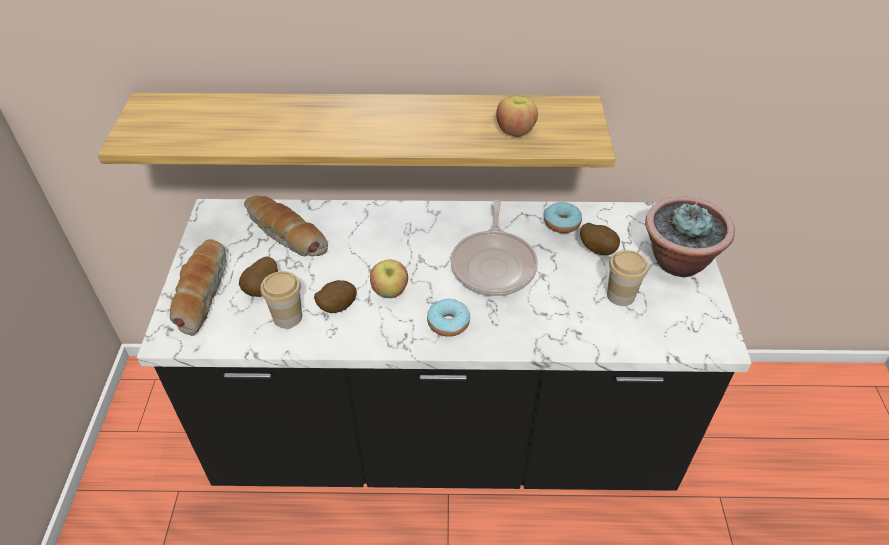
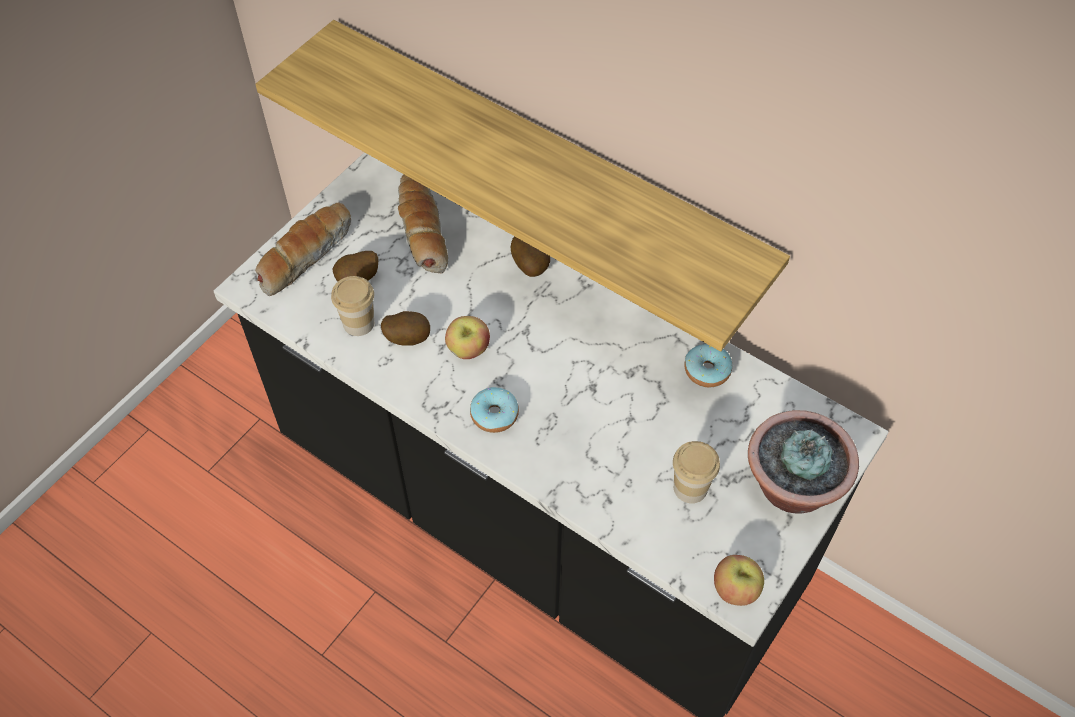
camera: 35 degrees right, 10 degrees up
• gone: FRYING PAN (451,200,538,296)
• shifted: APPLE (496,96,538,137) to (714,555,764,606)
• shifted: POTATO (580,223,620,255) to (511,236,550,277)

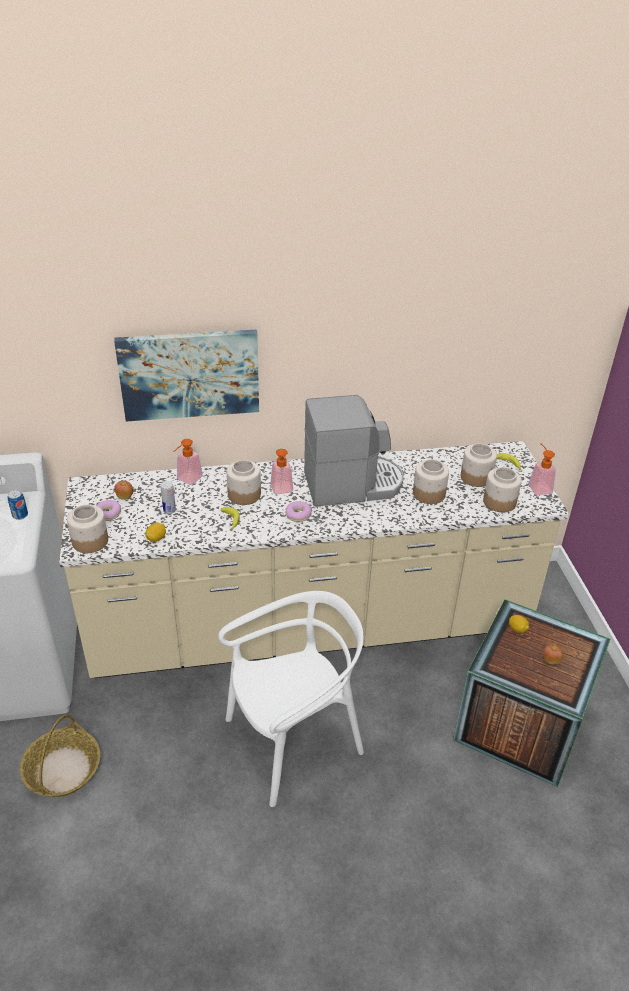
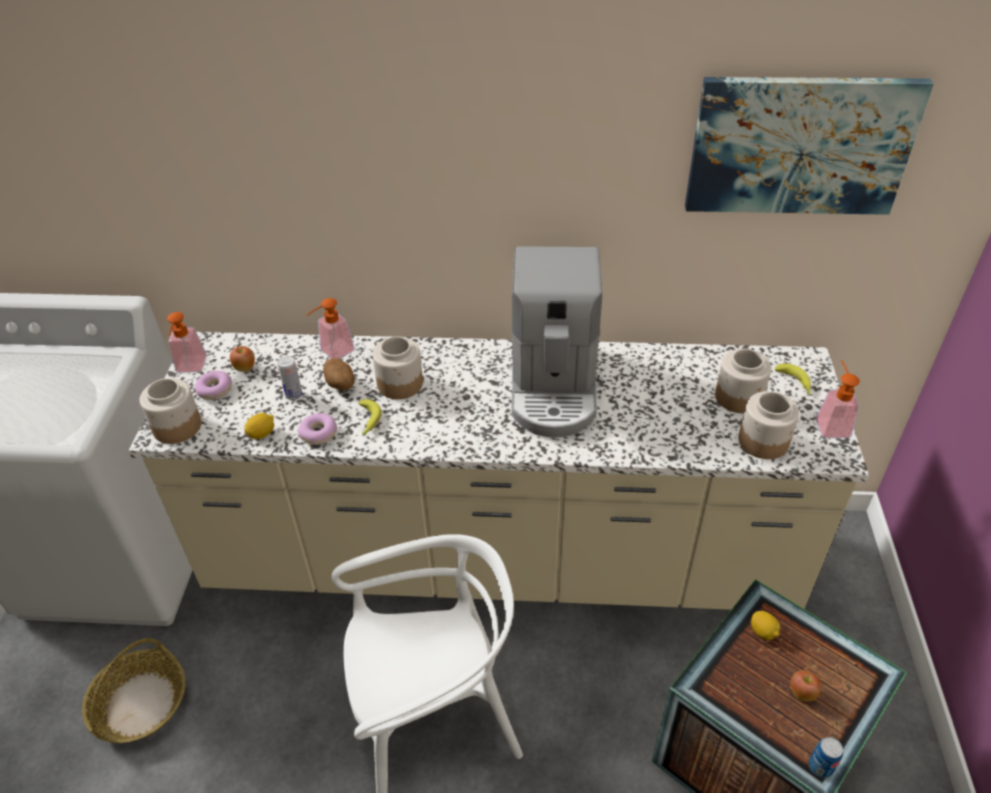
camera: 15 degrees right, 5 degrees up
• gone: JAR (413,459,449,504)
• new: POTATO (323,358,355,391)
• shifted: CAN (8,490,28,520) to (809,737,843,778)
• shifted: PICTURE (114,330,259,422) to (685,77,934,215)
• shifted: SOAP DISPENSER (270,449,293,495) to (167,312,207,373)
• shifted: DONUT (285,501,312,522) to (298,413,337,445)
• rotated: COFFEE MACHINE (304,395,403,507) = (511,246,602,438) 90 degrees clockwise

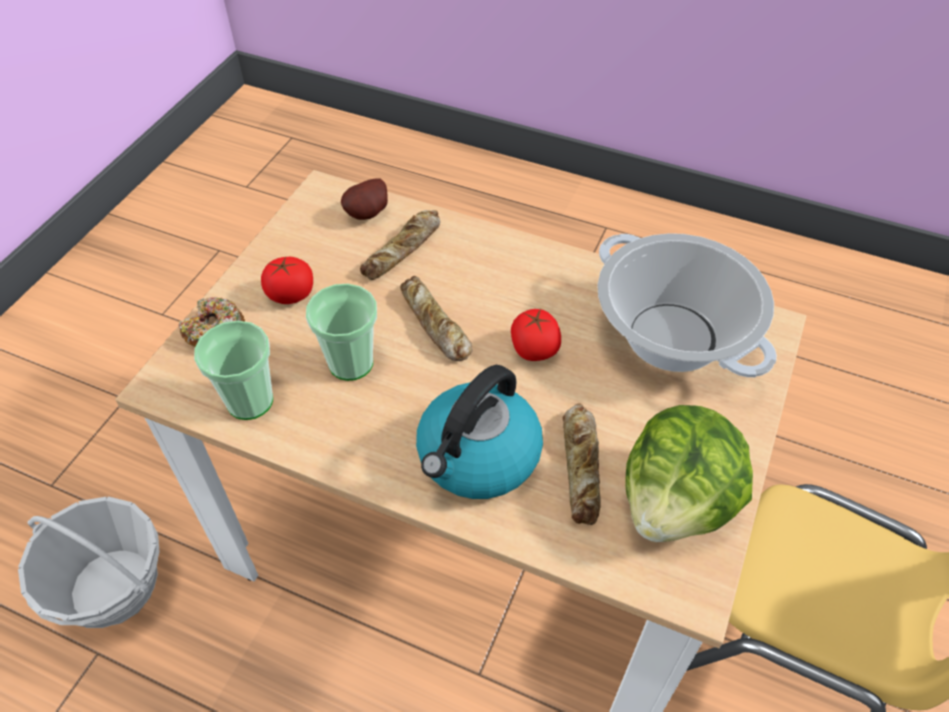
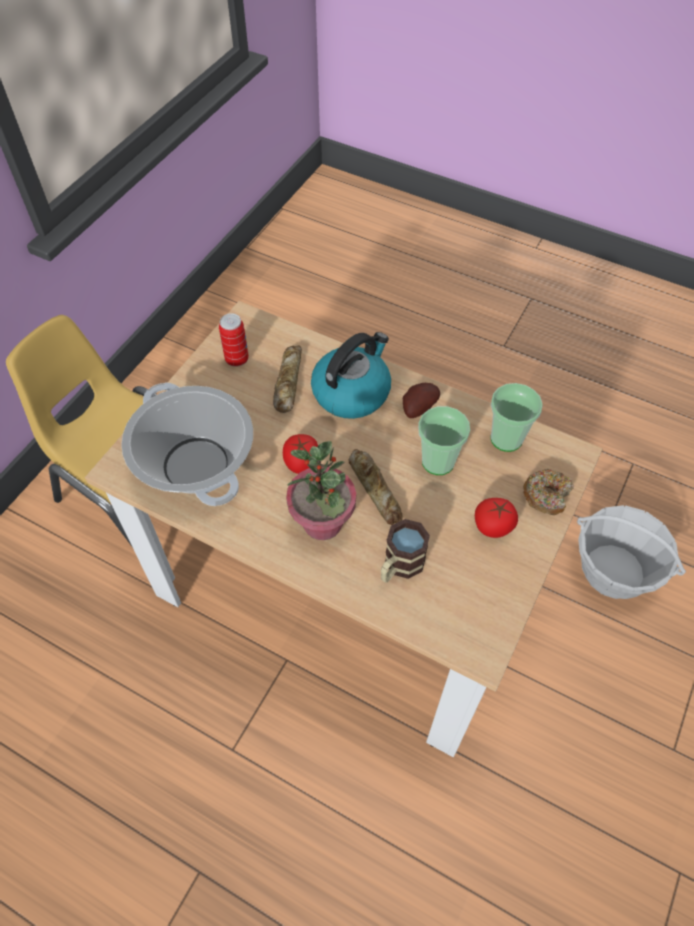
camera: 175 degrees left, 5 degrees up
• new: POTTED PLANT (286,441,356,540)
• shifted: POTATO (341,178,388,220) to (403,383,440,418)
• swapped: BREAD (360,210,440,280) to MUG (381,519,430,583)
• swapped: LETTUCE (625,405,753,542) to CAN (219,313,249,367)

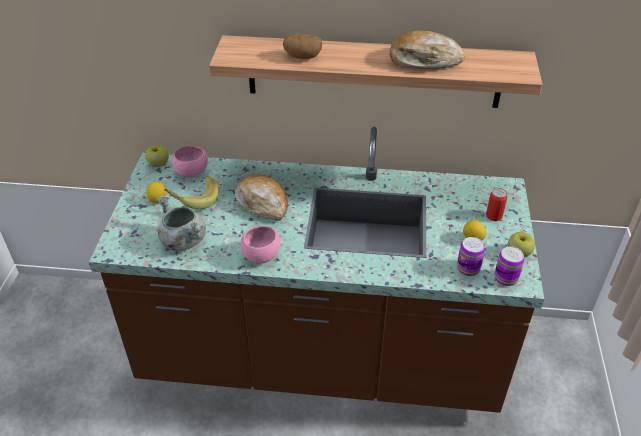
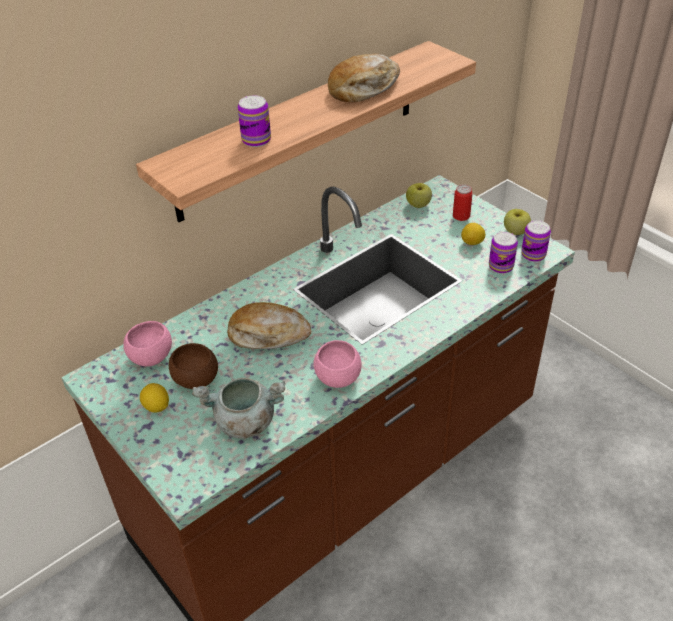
camera: 45 degrees left, 0 degrees up
• shifted: APPLE (146,145,169,167) to (406,183,432,208)
• swapped: BANANA (164,176,219,209) to BROWN BOWL (169,343,218,389)
• swapped: POTATO (283,34,322,59) to CAN (238,95,271,147)

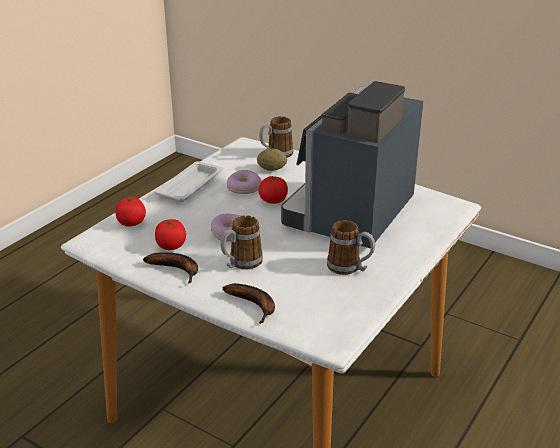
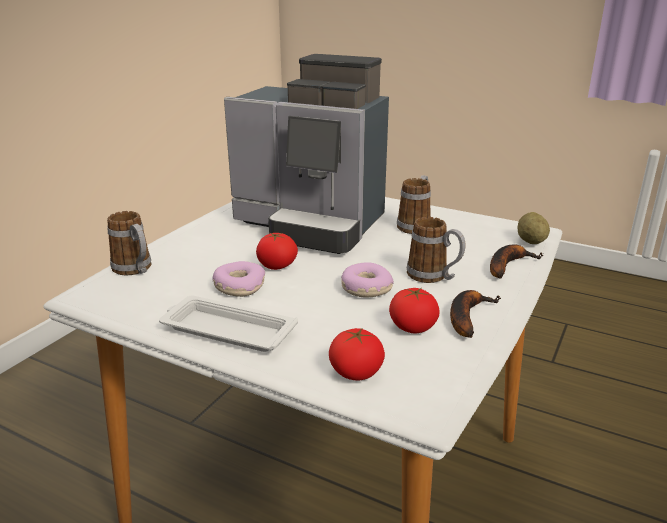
camera: 95 degrees left, 5 degrees down
• shifted: POTATO (257,149,287,171) to (517,212,550,244)

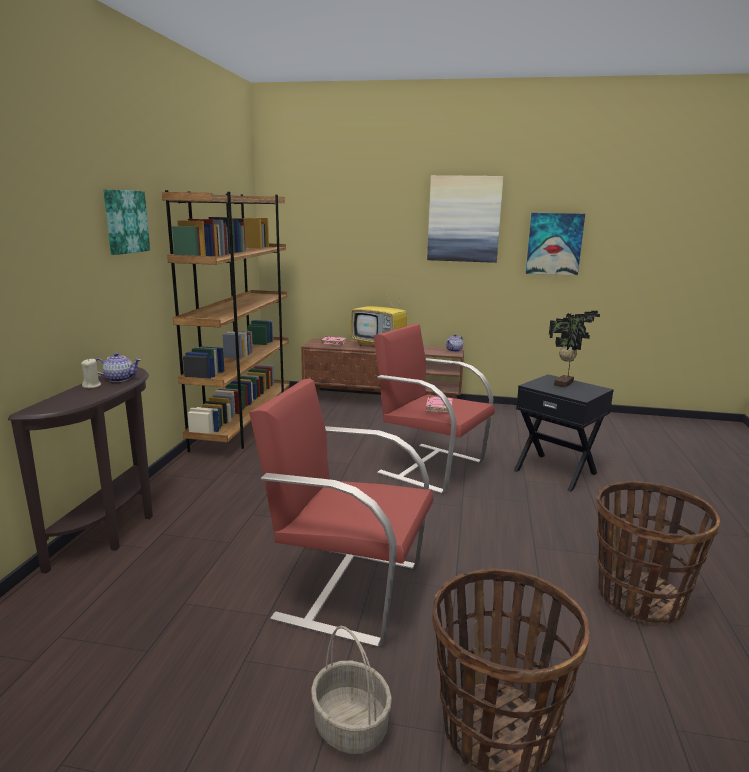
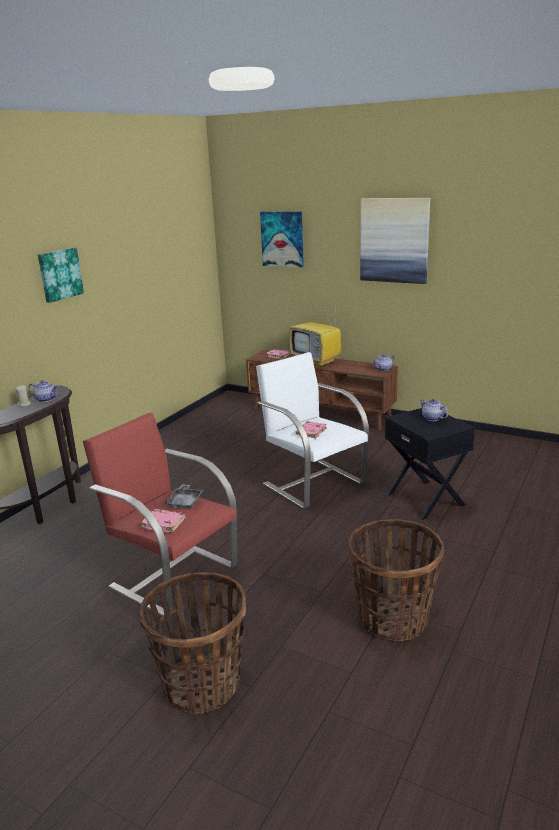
camera: 20 degrees right, 5 degrees up
• gone: BROWN BOOKCASE (162,190,290,452)
• gone: BASKET (311,626,392,754)
• new: PINK BOOK (141,509,185,533)
• new: GREY TRAY (164,484,203,510)
• shifted: PICTURE (526,213,585,276) to (260,211,304,268)
• swapped: POTTED PLANT (549,311,600,387) to TEAPOT (419,399,448,421)
• repainted: RED ARMCHAIR (374,323,495,494) to WHITE ARMCHAIR (256,352,369,509)

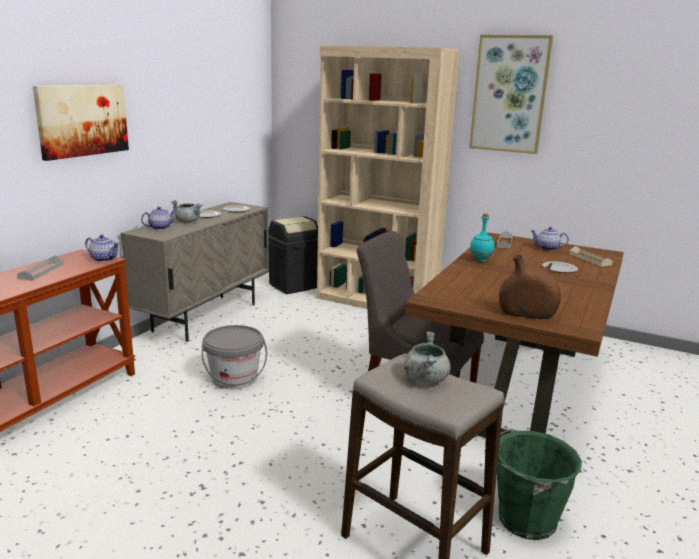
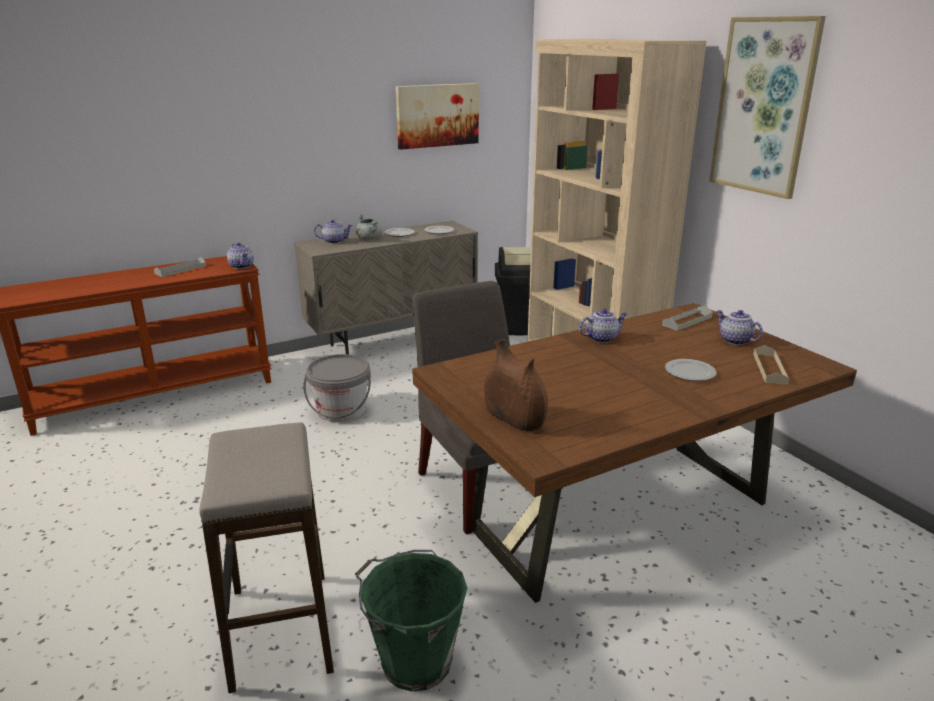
camera: 35 degrees right, 5 degrees up
• gone: GREY COOKING POT (404,331,450,383)
• shifted: PICTURE (33,85,129,161) to (396,83,479,150)
• swapped: TURQUOISE BOTTLE (470,213,494,262) to TEAPOT (579,308,627,343)

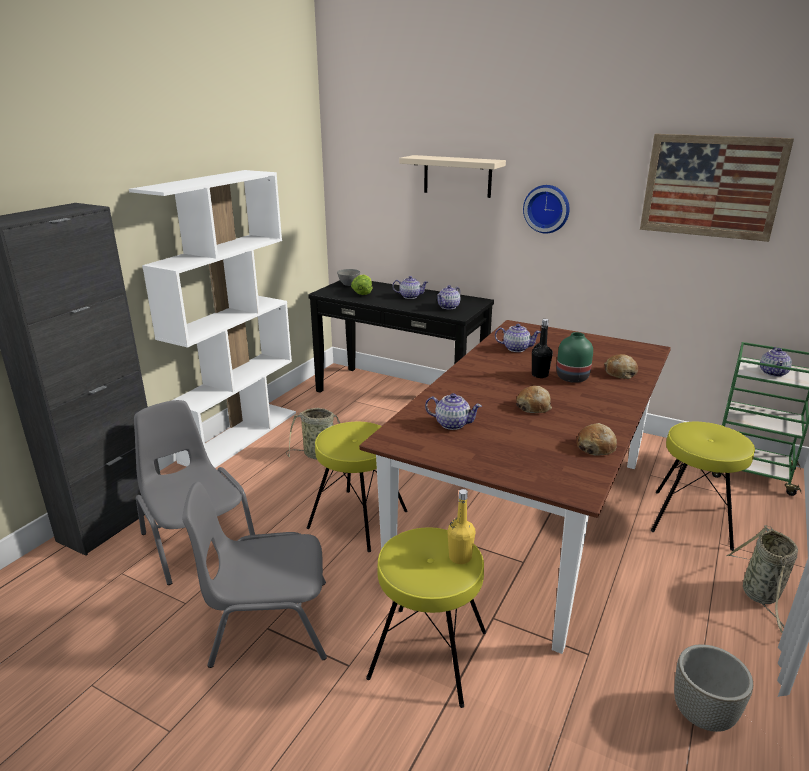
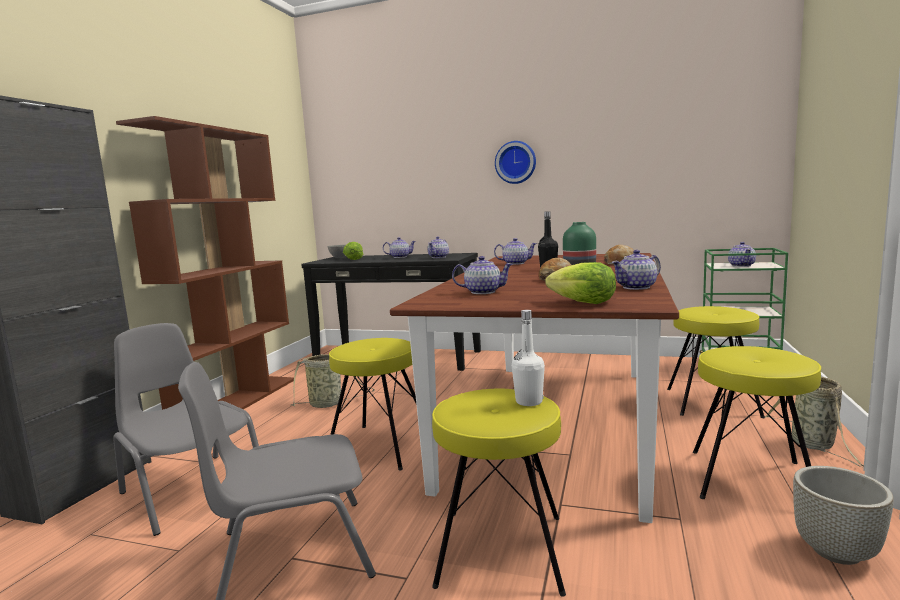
camera: 10 degrees left, 15 degrees down
• gone: BEIGE SHELF (399,155,506,198)
• gone: PICTURE (640,134,794,242)
• new: LETTUCE (545,262,616,304)
• new: YELLOW STOOL (693,346,821,499)
• swapped: BREAD (576,423,617,455) to TEAPOT (611,250,661,290)
• repainted: WHITE BOOKCASE (129,170,296,468) to BROWN BOOKCASE (116,116,294,410)
• repainted: YELLOW BOTTLE (447,489,475,564) to WHITE BOTTLE (512,310,545,406)

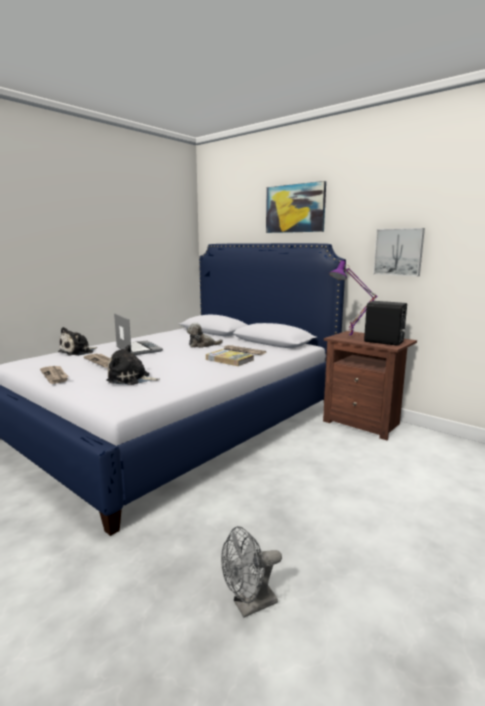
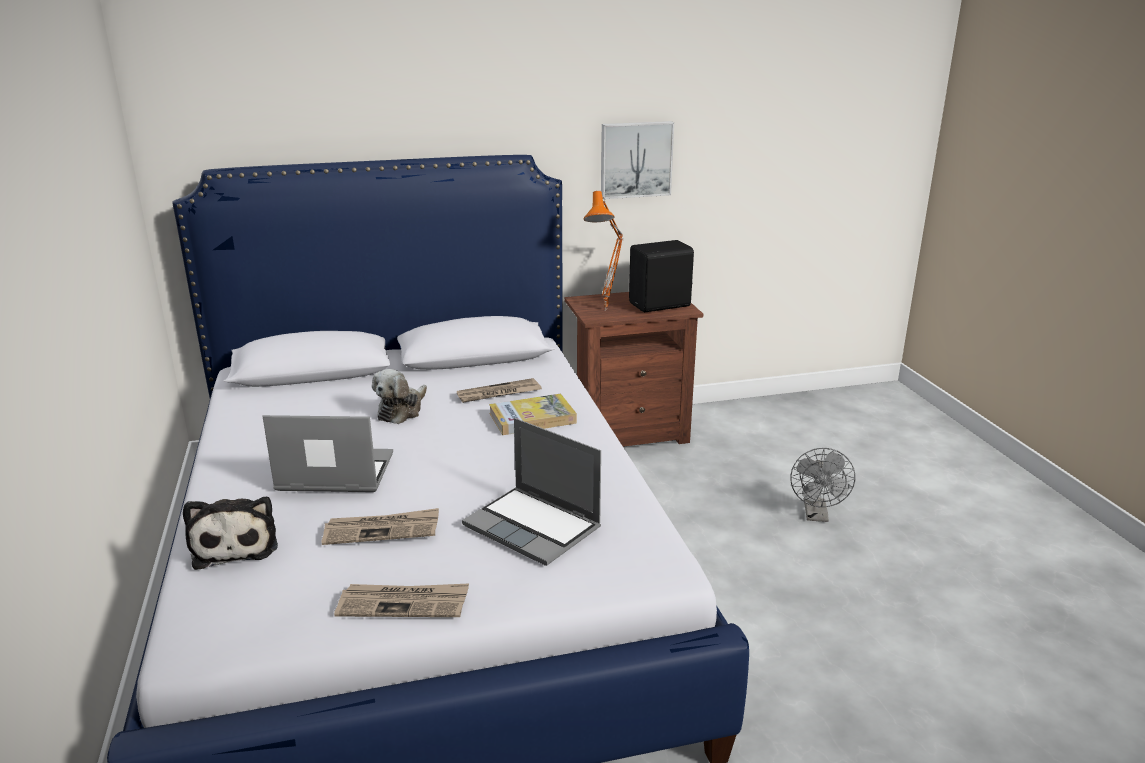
camera: 55 degrees left, 10 degrees up
• gone: PICTURE (266,181,326,233)
• shifted: GREY FAN (221,526,282,617) to (790,448,855,522)
• swapped: PLUSH TOY (106,345,160,385) to LAPTOP (462,418,601,566)
• repainted: PURPLE TABLE LAMP (329,260,377,335) to ORANGE TABLE LAMP (584,191,624,311)

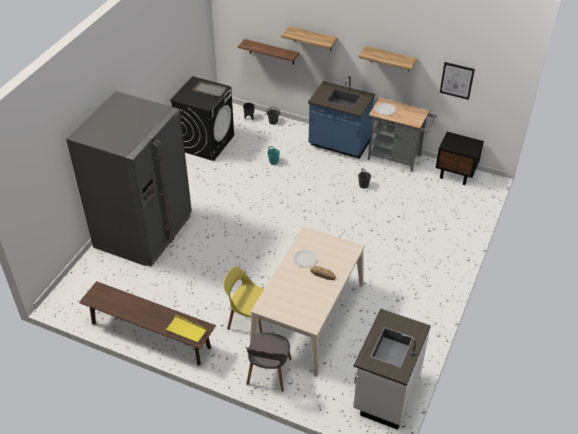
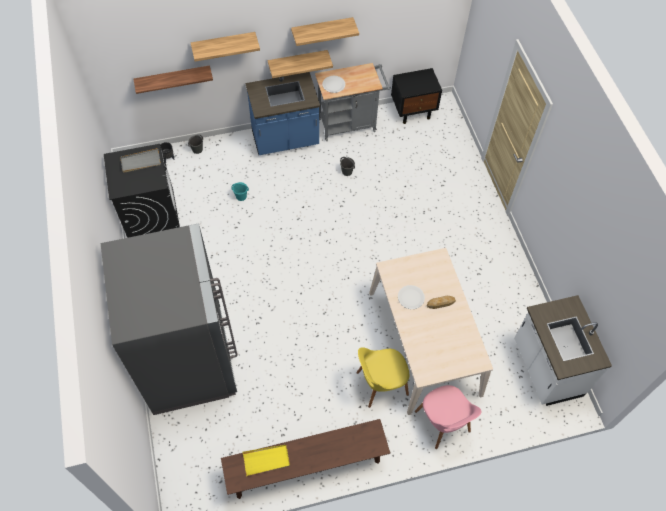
camera: 40 degrees left, 15 degrees up
• gone: PICTURE (440,62,475,100)
• new: SHELF (268,50,333,78)
• shifted: YELLOW TRAY (164,314,207,344) to (243,445,290,476)
• repainted: GREY CHAIR (245,333,291,392) to PINK CHAIR (415,385,482,449)

